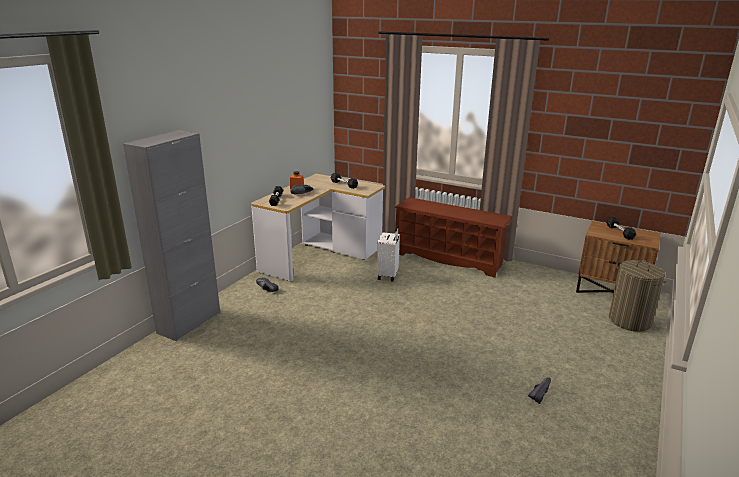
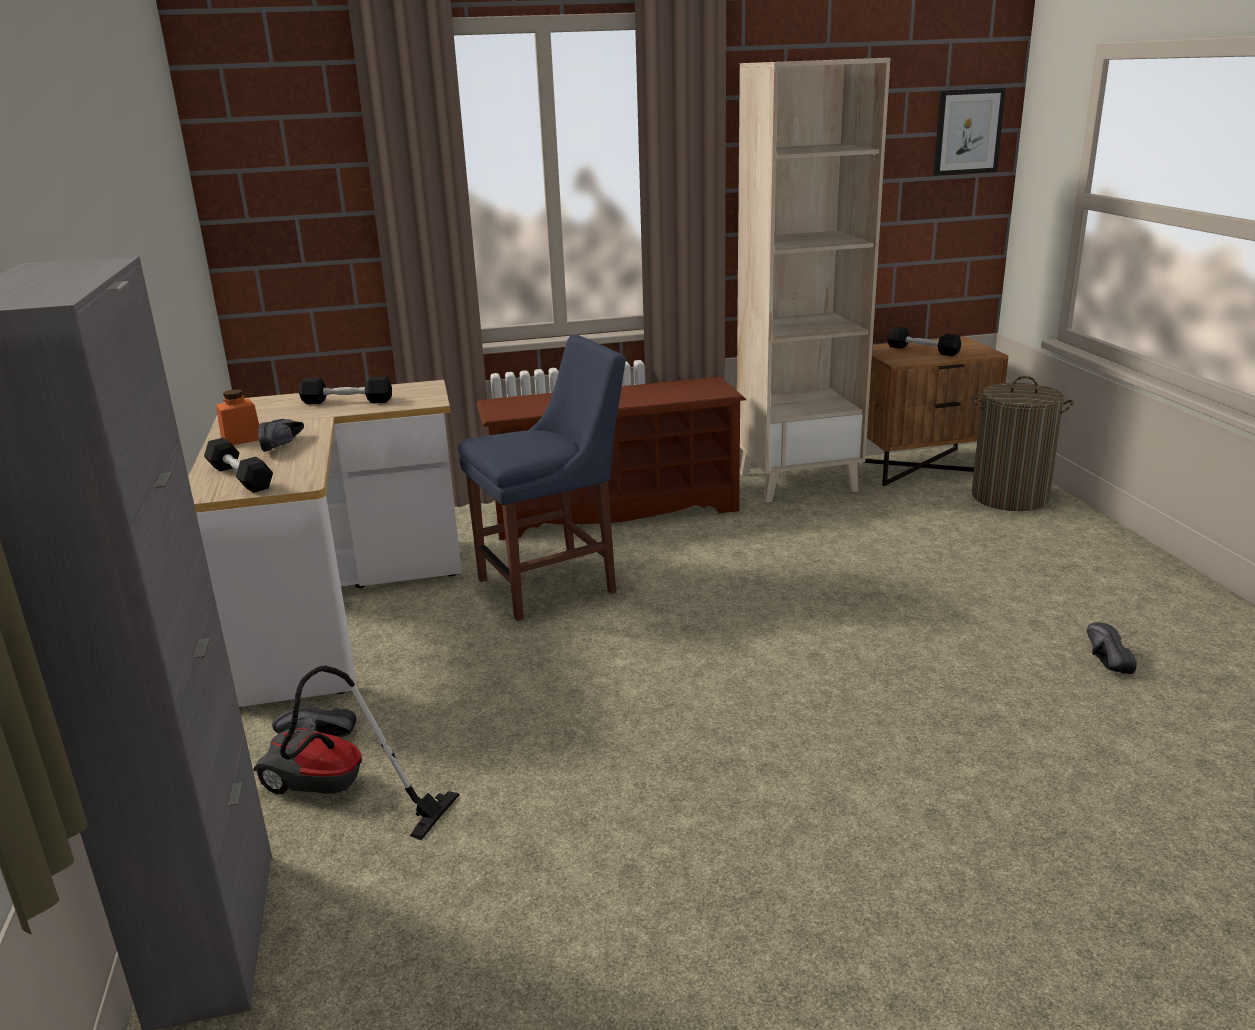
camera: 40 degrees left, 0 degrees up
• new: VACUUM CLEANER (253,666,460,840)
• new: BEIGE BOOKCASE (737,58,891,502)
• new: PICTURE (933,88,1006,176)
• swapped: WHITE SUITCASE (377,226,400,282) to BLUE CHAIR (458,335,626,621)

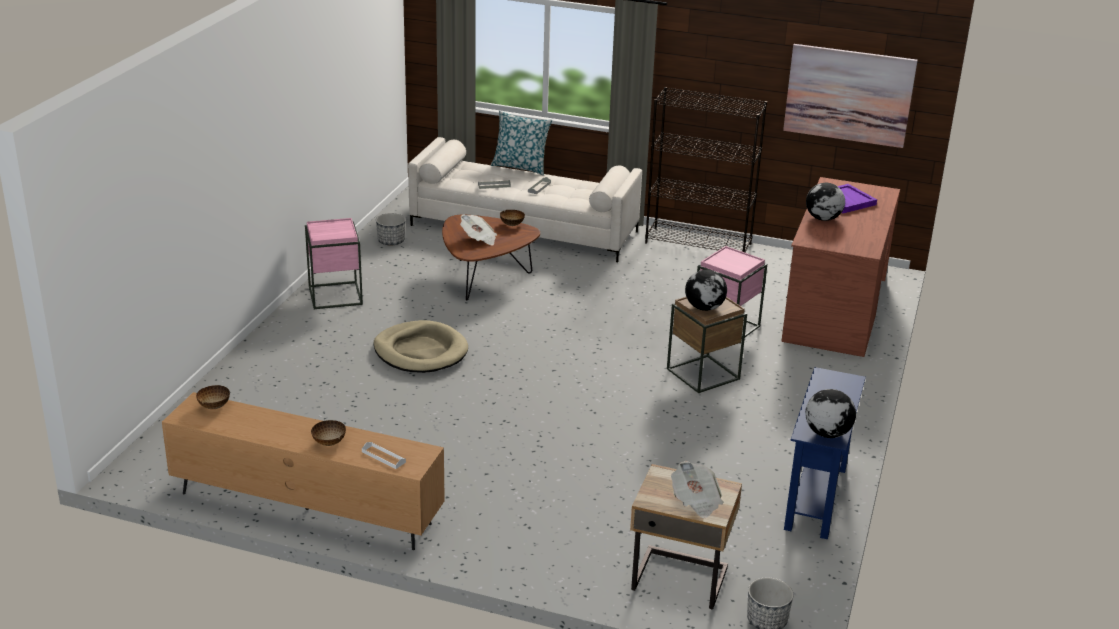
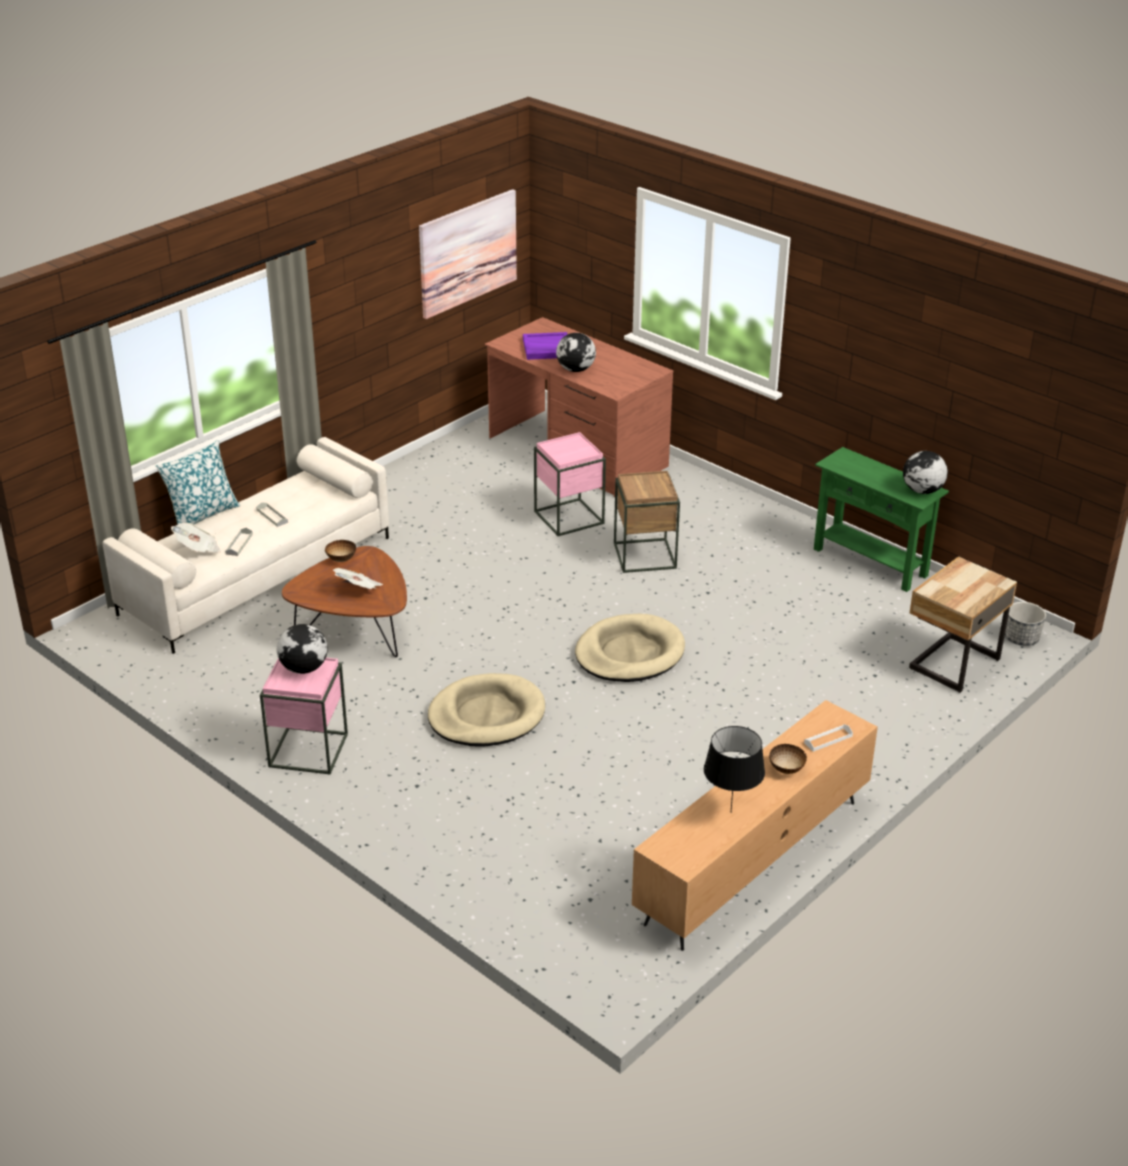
camera: 65 degrees left, 5 degrees up
• gone: BOWL (196,385,230,409)
• gone: PLANTER (376,213,406,246)
• gone: BLACK BOOKCASE (645,87,767,252)
• new: BEIGE DOG BED (575,614,685,682)
• new: BLACK TABLE LAMP (704,726,765,811)
• shifted: NEWSPAPER (671,461,724,518) to (171,523,221,553)
• shifted: GLOBE (685,270,727,311) to (277,624,328,674)
• repainted: BLUE CONSOLE TABLE (784,367,866,539) to GREEN CONSOLE TABLE (814,447,949,592)

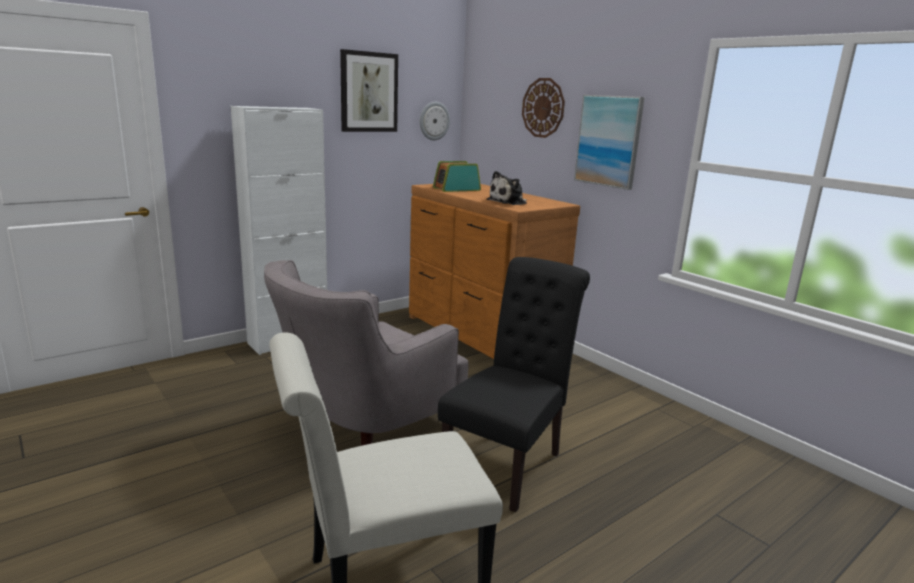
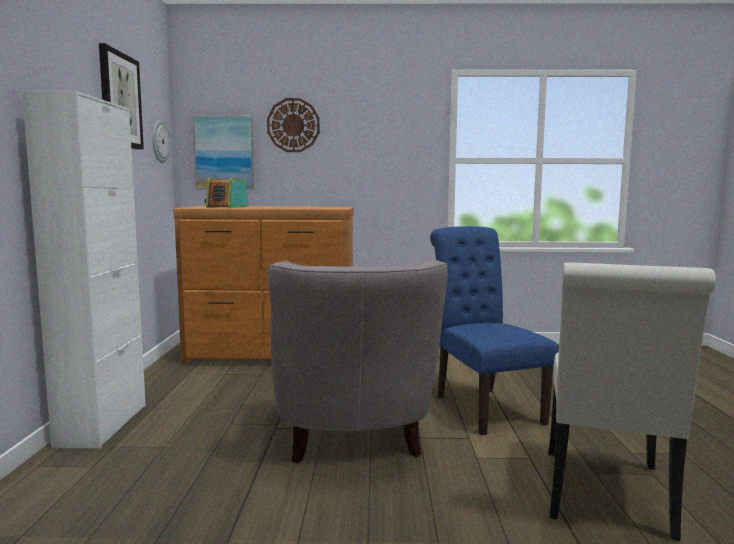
camera: 50 degrees left, 10 degrees down
• gone: PLUSH TOY (487,171,527,205)
• shifted: PICTURE (574,95,645,190) to (193,115,254,189)
• repainted: BLACK CHAIR (438,257,590,513) to BLUE CHAIR (430,226,559,435)

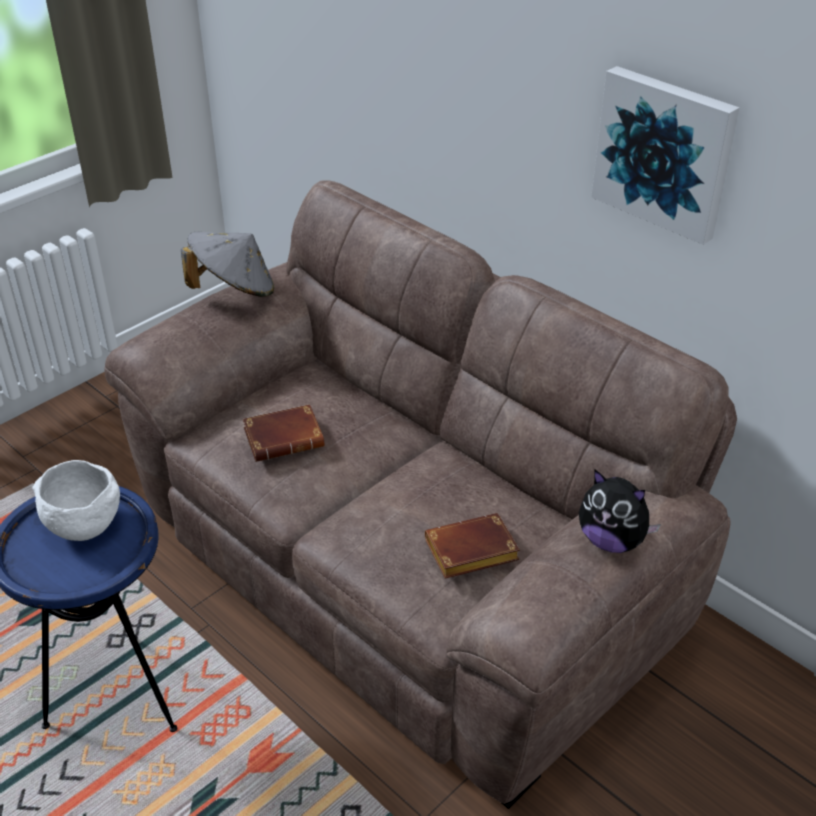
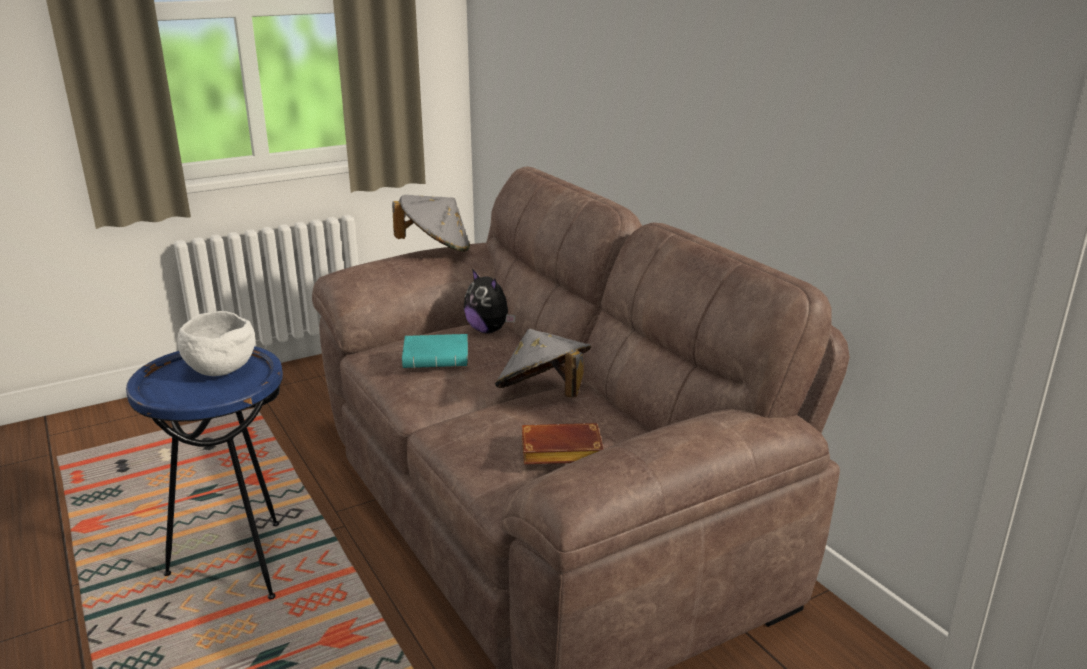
camera: 15 degrees right, 15 degrees down
• gone: PICTURE (591,66,739,245)
• new: GREY HAT (495,329,591,397)
• shifted: PLUSH TOY (579,470,661,553) to (464,269,516,333)
• repainted: BROWN BOOK (243,404,324,462) to TURQUOISE BOOK (402,334,468,368)

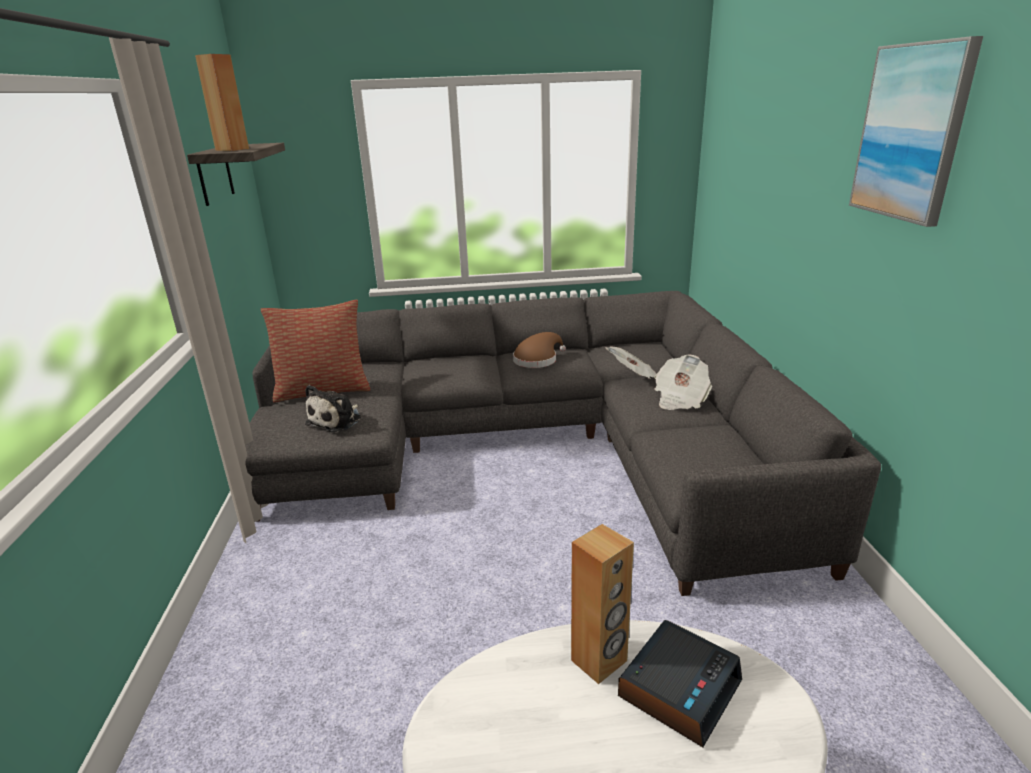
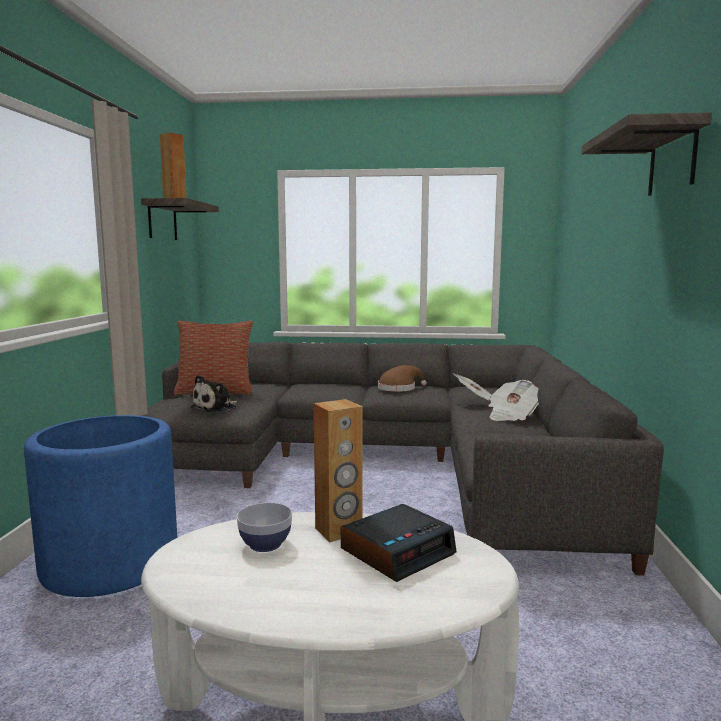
camera: 10 degrees right, 15 degrees down
• new: BLUE PLANTER (24,415,177,597)
• new: BOWL (237,503,292,552)
• swapped: PICTURE (849,36,983,227) to SHELF (581,112,712,196)

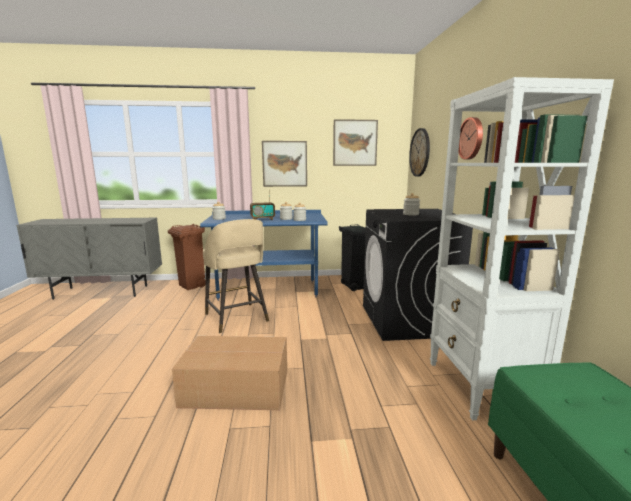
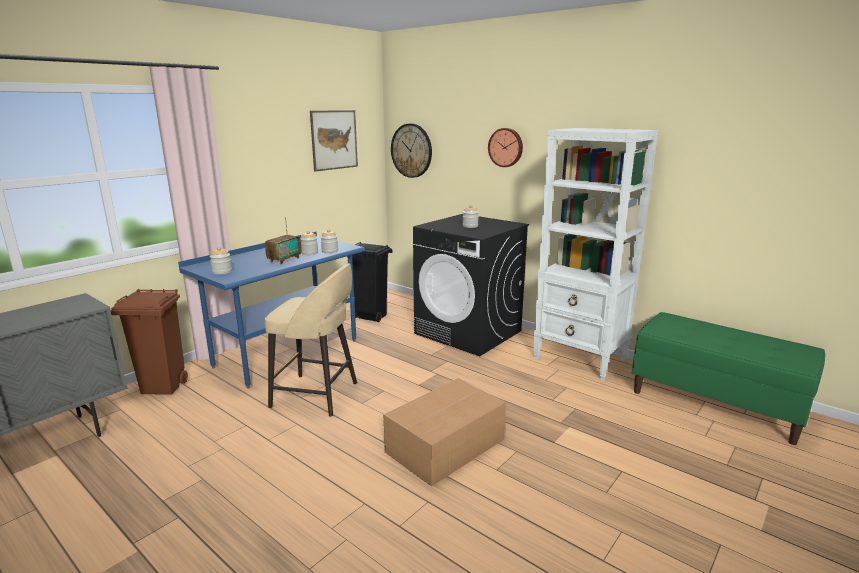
camera: 45 degrees left, 5 degrees up
• gone: PICTURE (262,141,307,187)

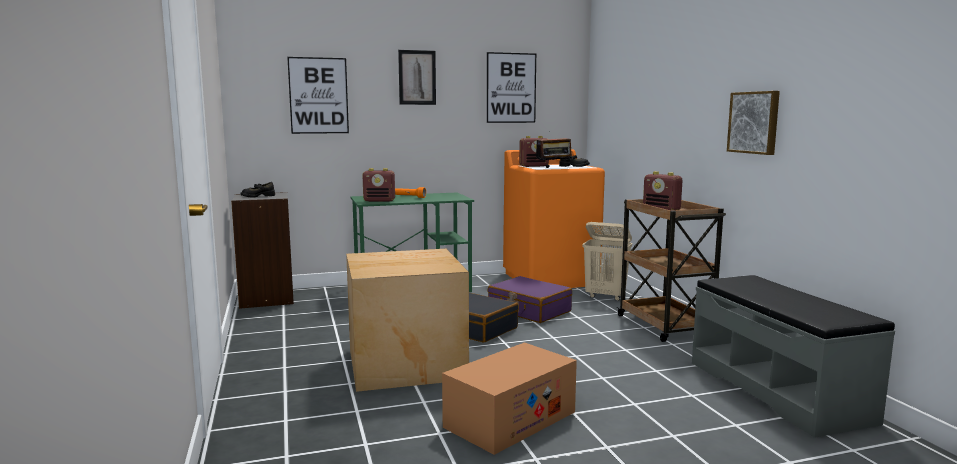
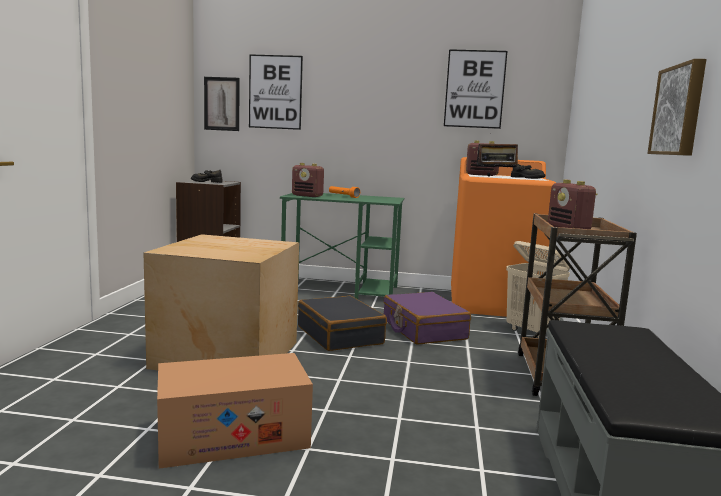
camera: 25 degrees right, 0 degrees up
• shifted: PICTURE (398,50,436,105) to (204,77,240,131)

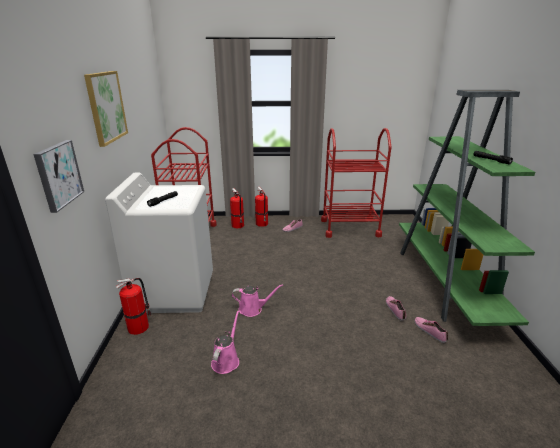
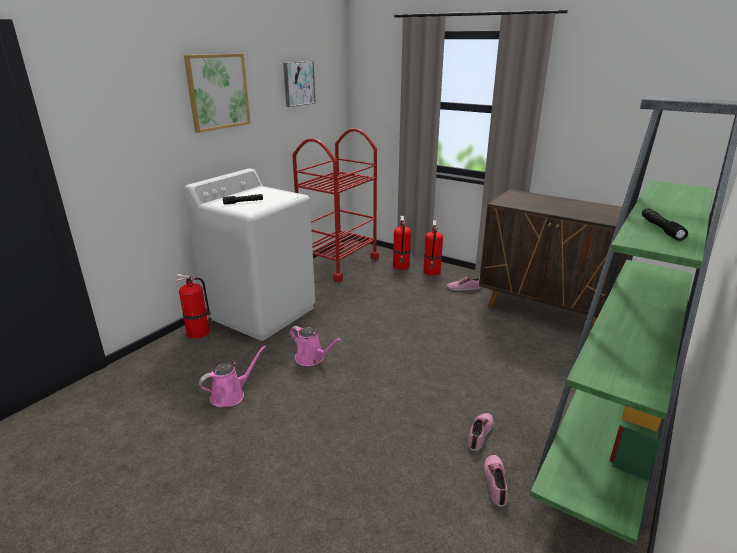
camera: 35 degrees right, 0 degrees up
• shifted: PICTURE (33,140,84,213) to (283,61,315,107)
• swapped: RED CART (321,128,391,238) to BROWN CABINET (479,189,633,329)

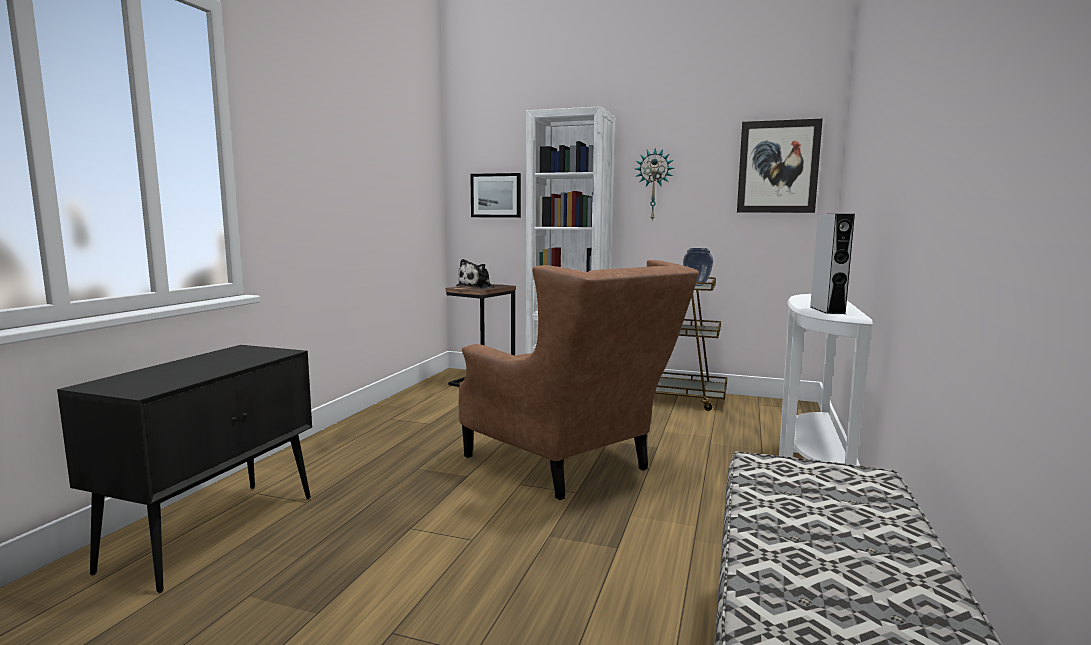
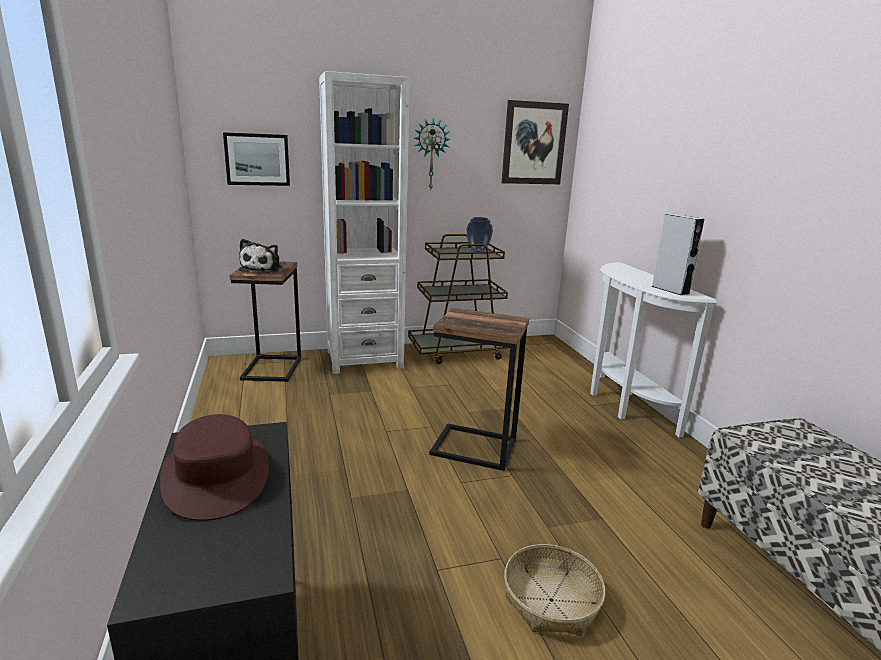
camera: 35 degrees left, 10 degrees up
• new: BROWN HAT (160,414,269,521)
• new: BASKET (504,544,606,636)
• swapped: BROWN ARMCHAIR (459,260,699,500) to SIDE TABLE (429,308,529,471)

